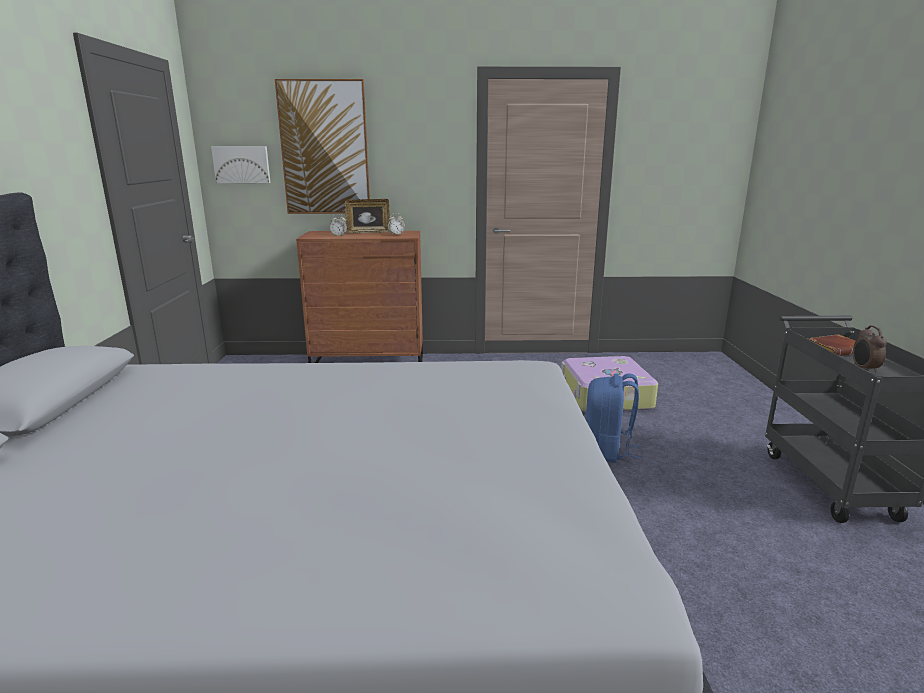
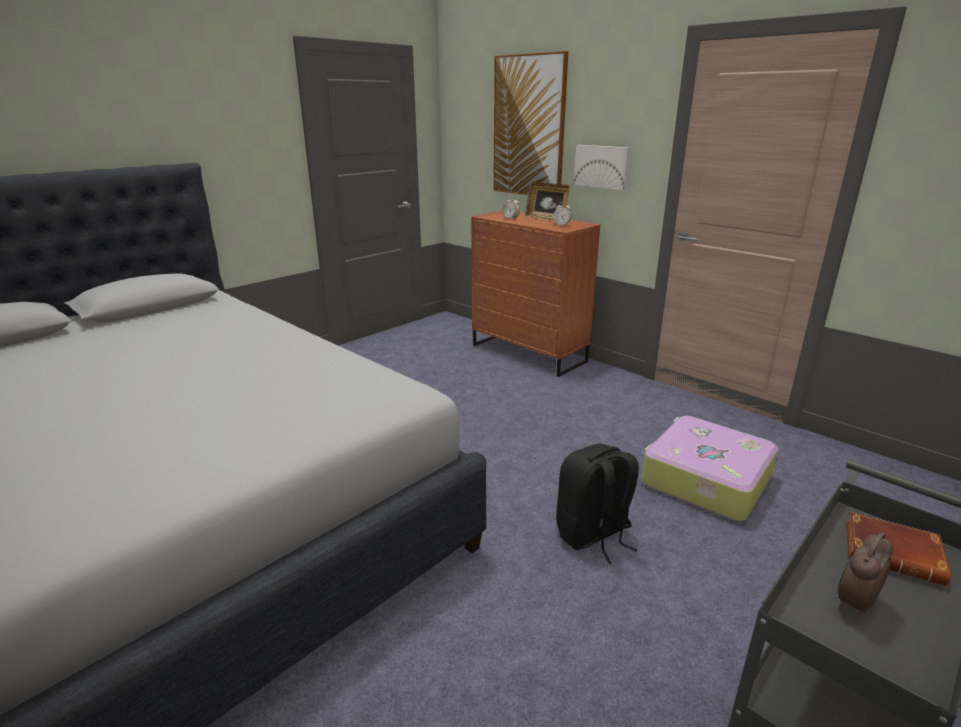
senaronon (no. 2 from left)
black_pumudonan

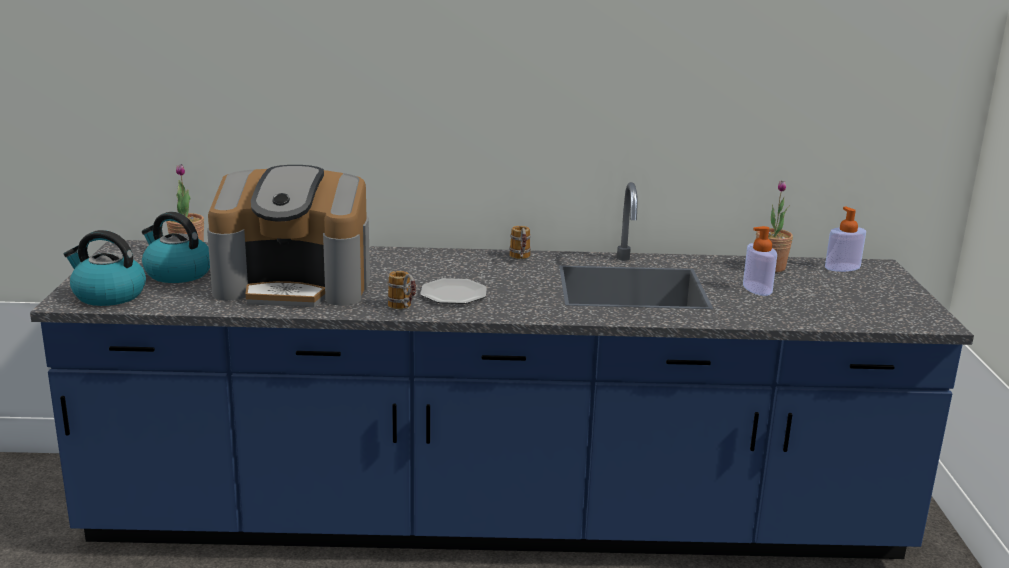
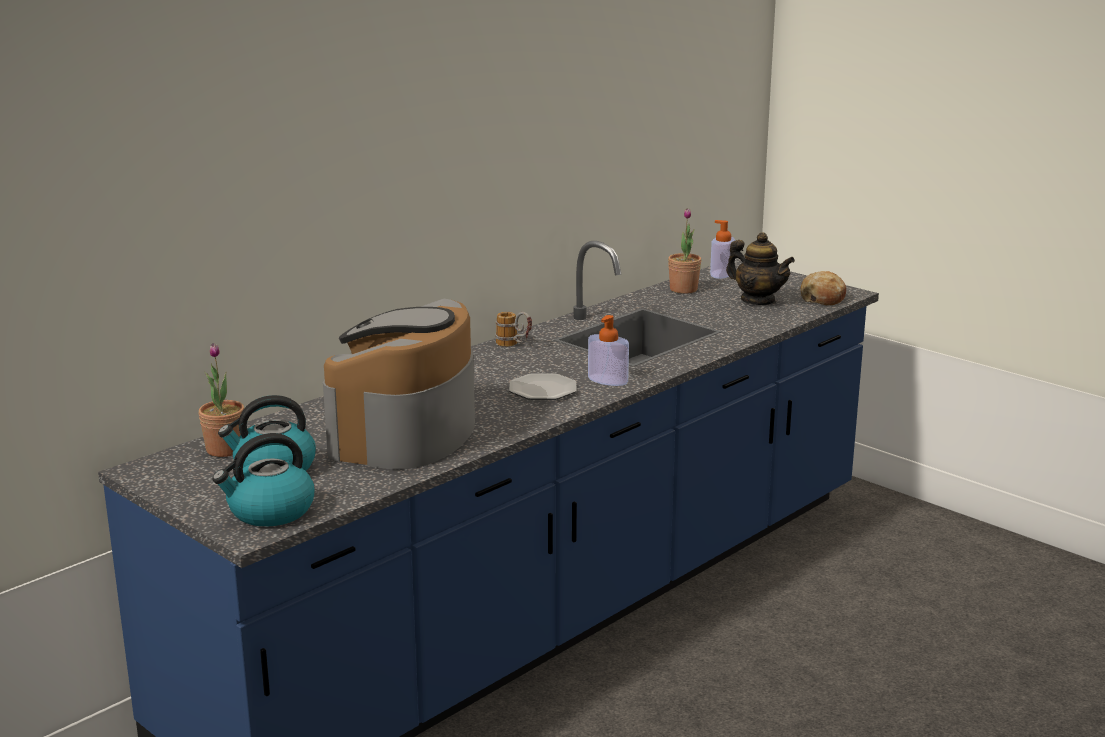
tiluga
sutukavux (no. 1 from left)
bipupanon (no. 1 from left in the first image)
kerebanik
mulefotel

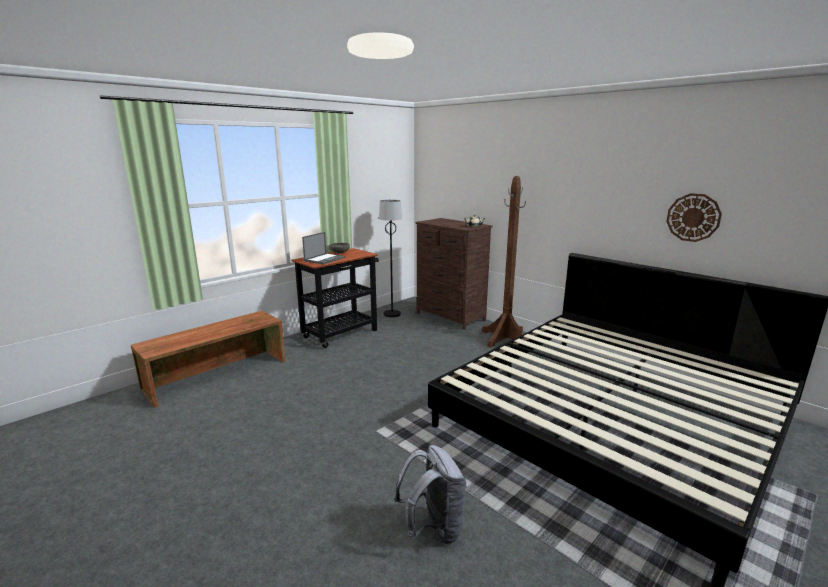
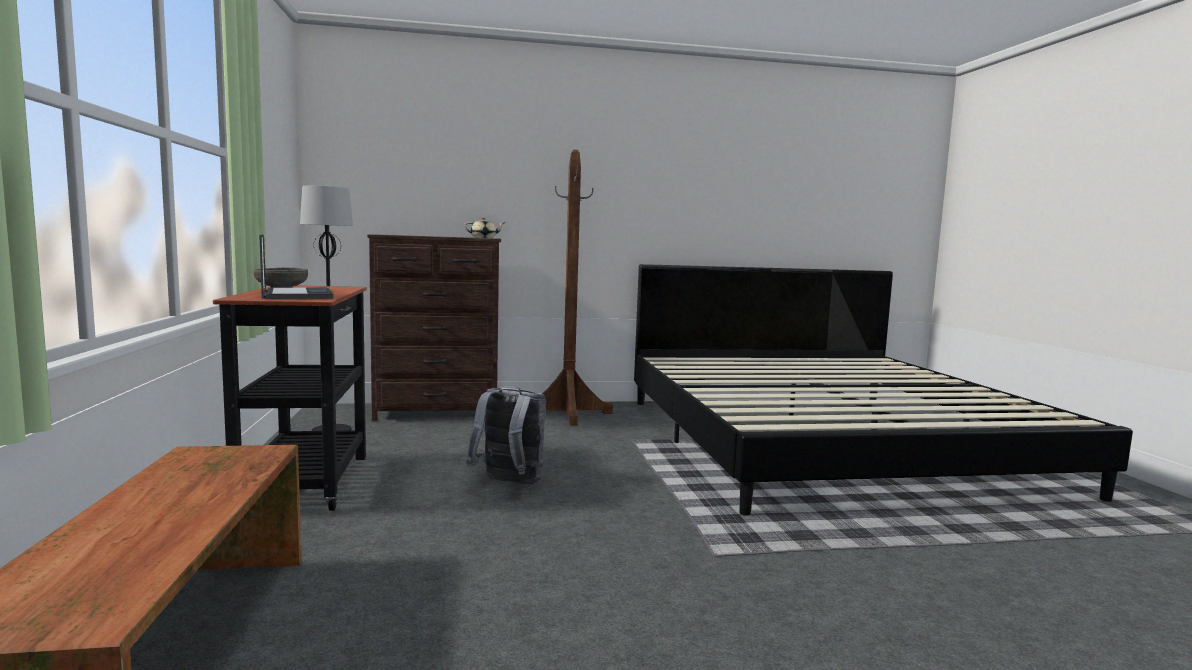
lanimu
grey_pumudonan

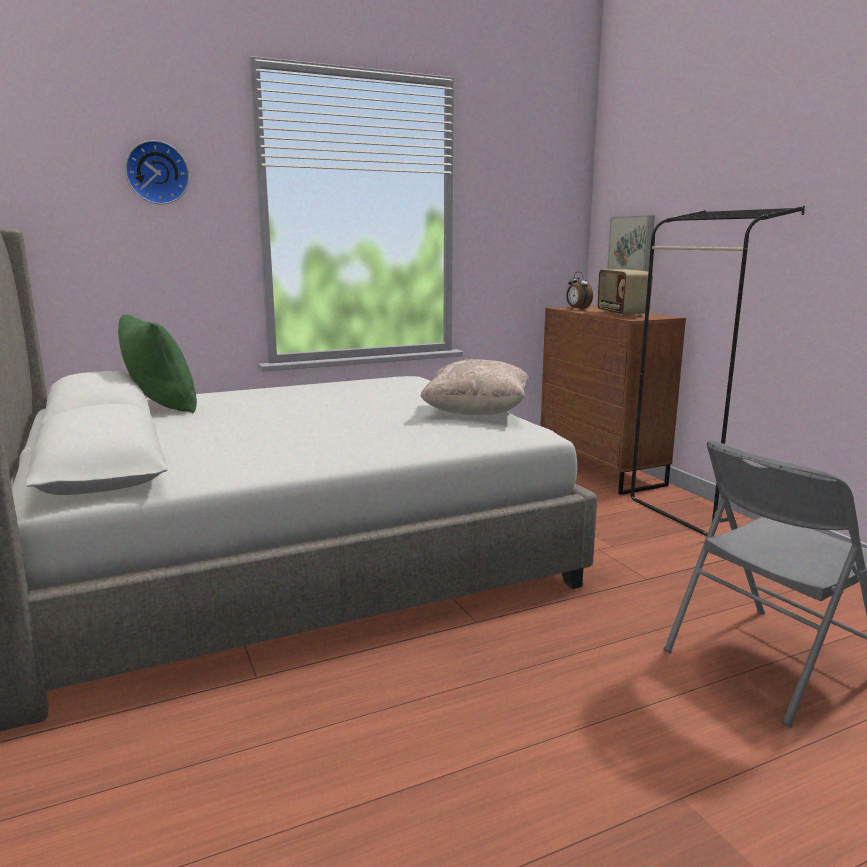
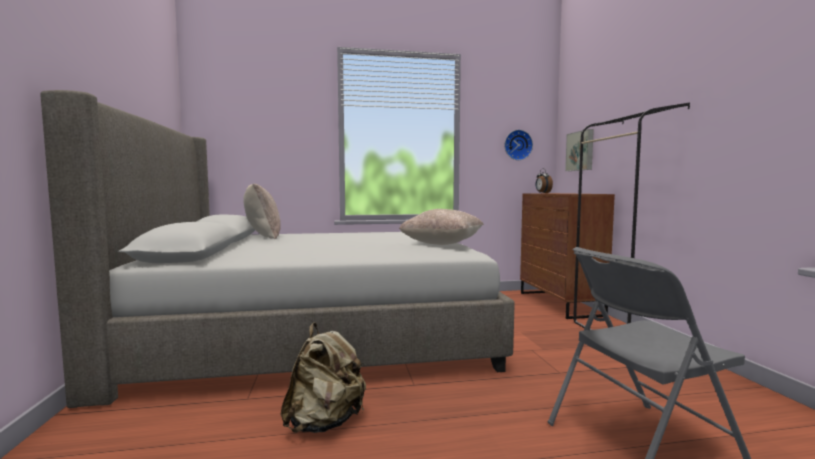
lanimu
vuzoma
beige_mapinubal (no. 1 from left)
beige_pumudonan

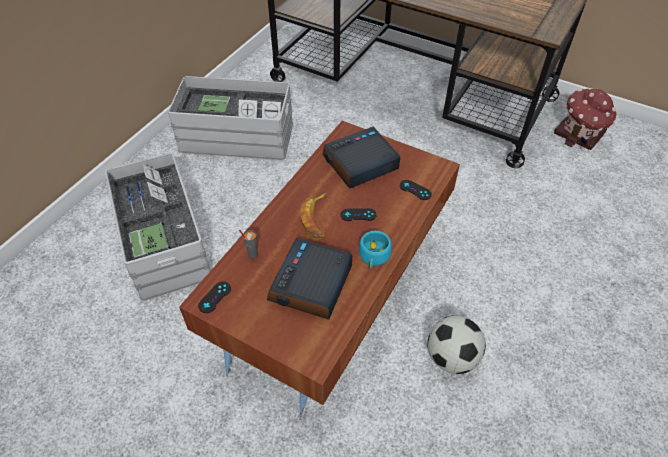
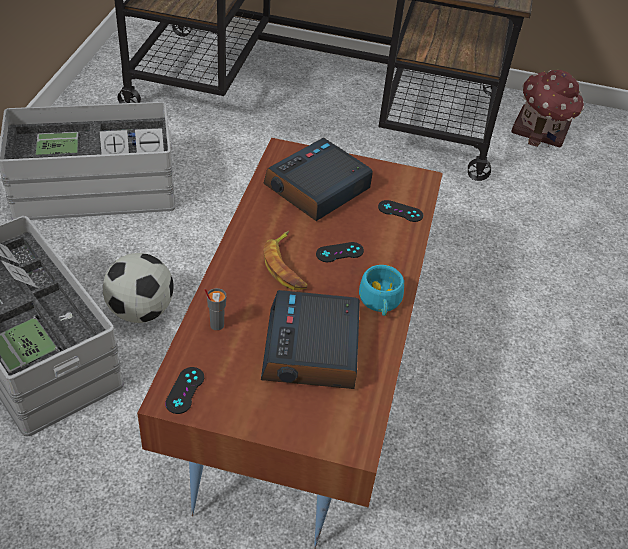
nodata

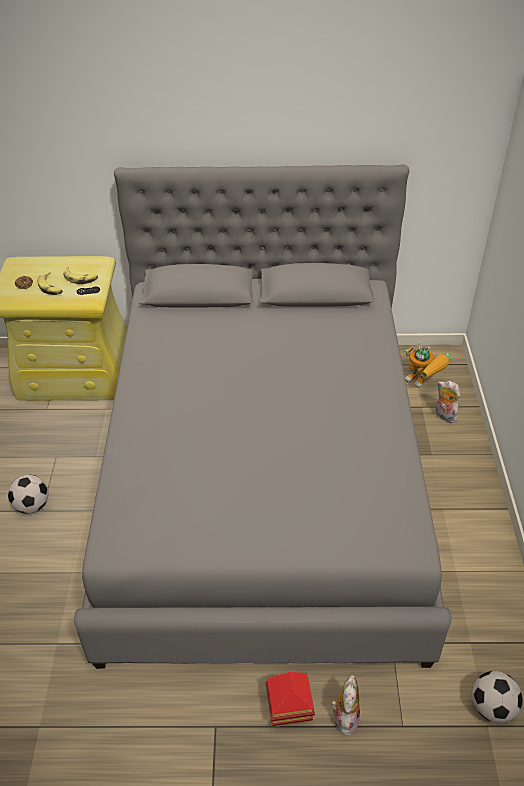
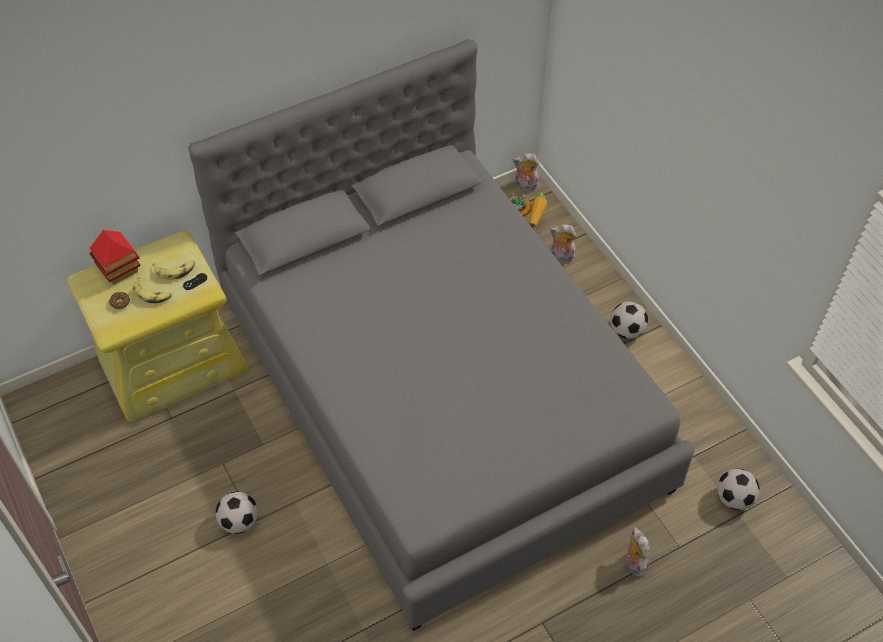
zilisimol
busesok (no. 1 from left)
nodata (no. 2 from left)

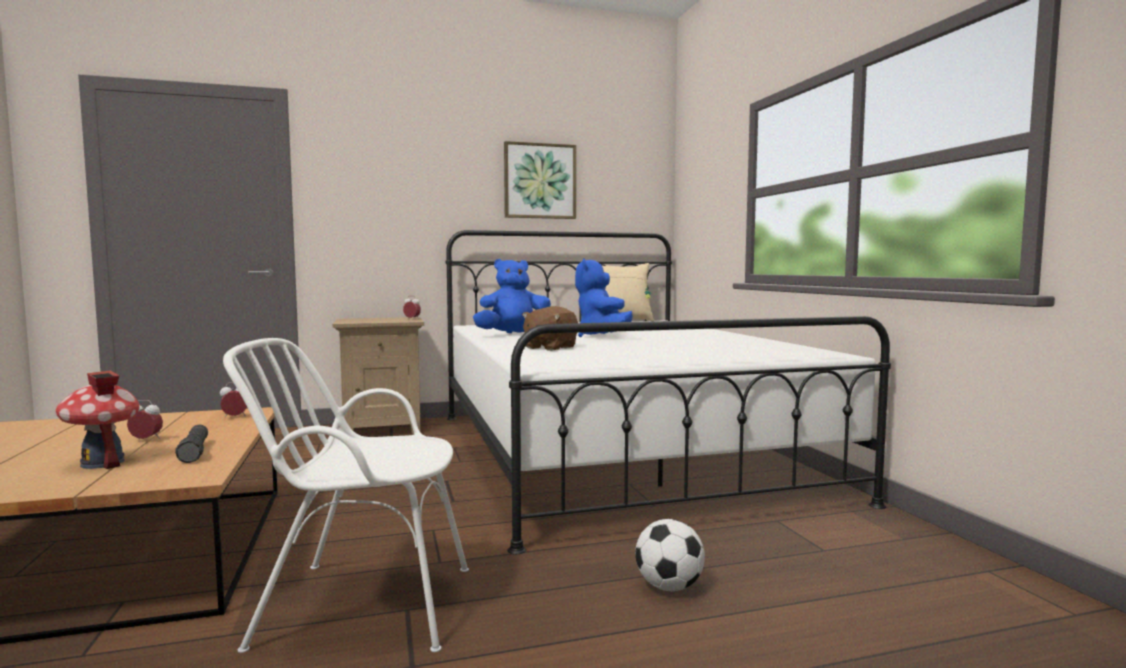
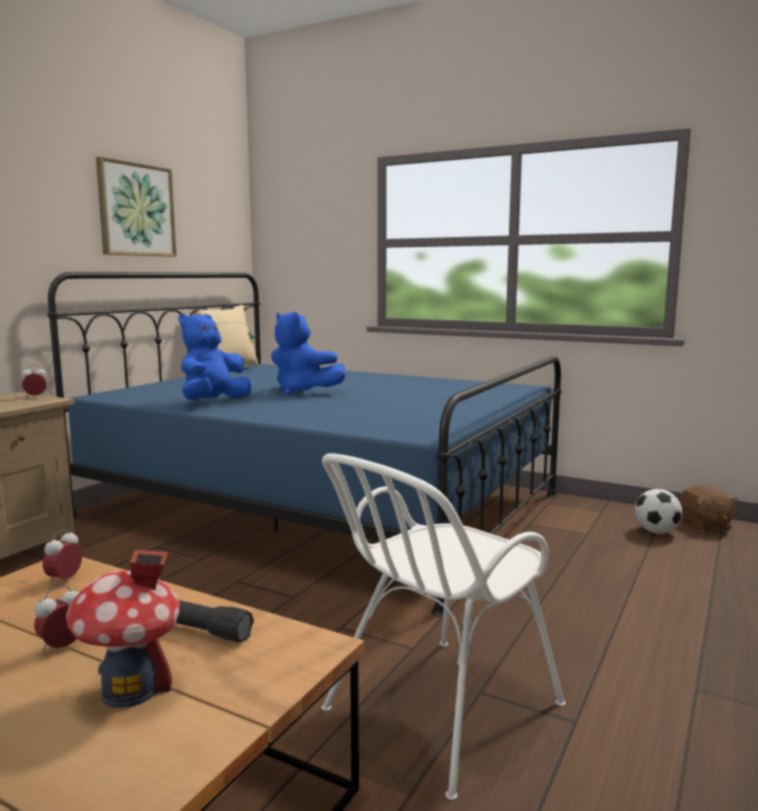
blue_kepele
brown_busesok
nodata

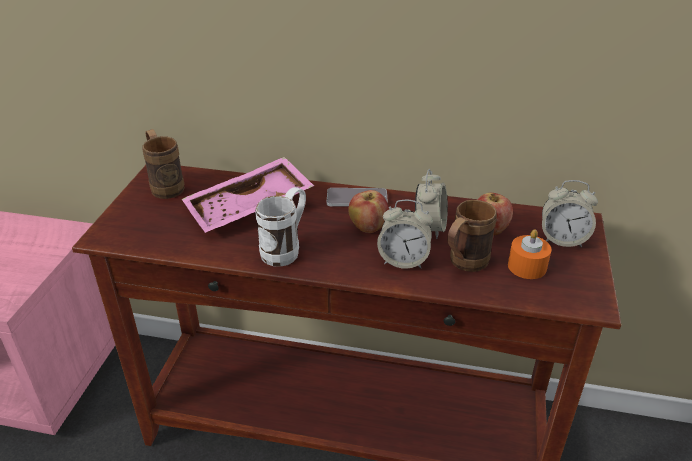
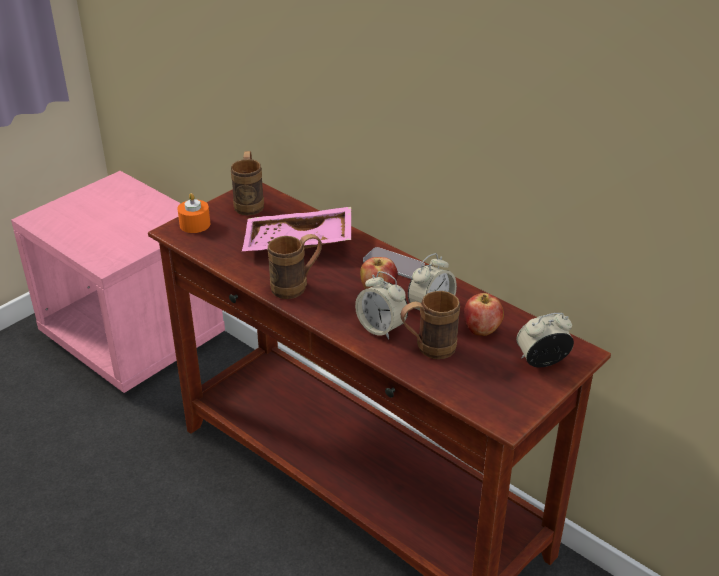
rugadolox (no. 3 from left)
brown_bipupanon (no. 2 from left)
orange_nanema

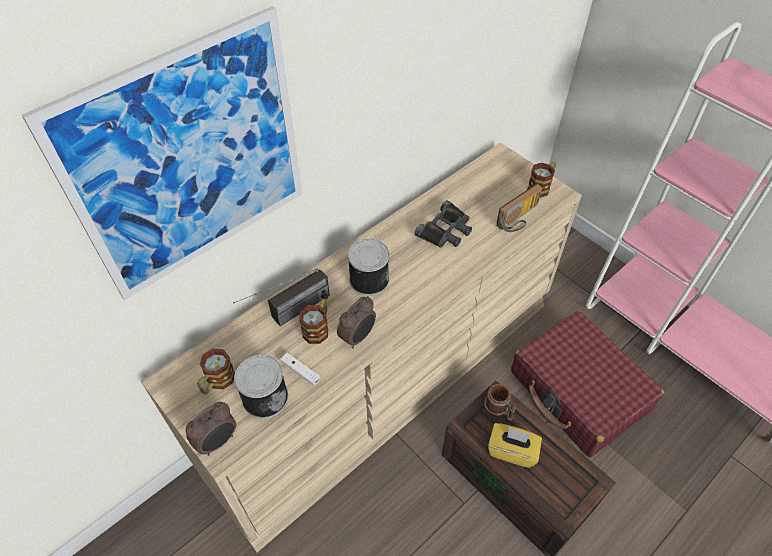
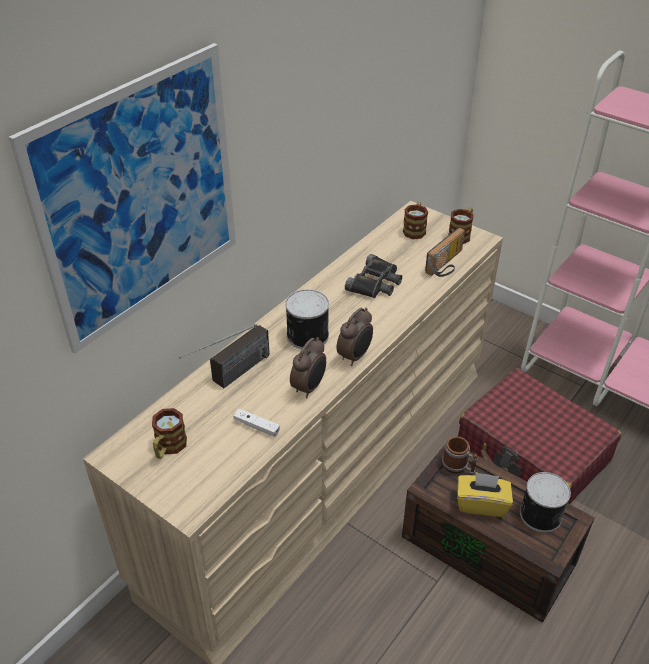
bipupanon (no. 2 from left)
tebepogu (no. 2 from left)
rugadolox (no. 2 from left)

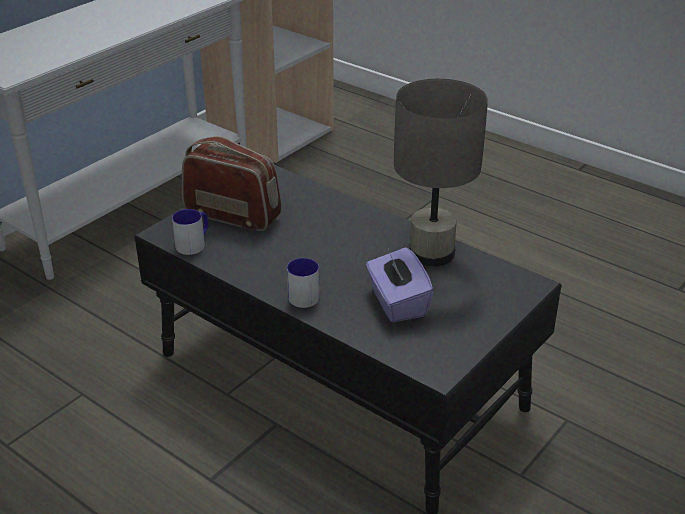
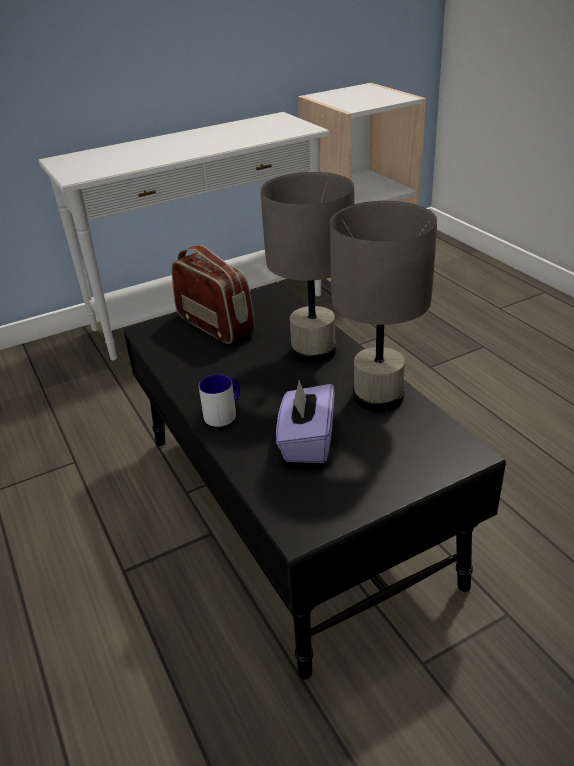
bipupanon (no. 1 from left in the first image)
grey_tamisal (no. 1 from left)

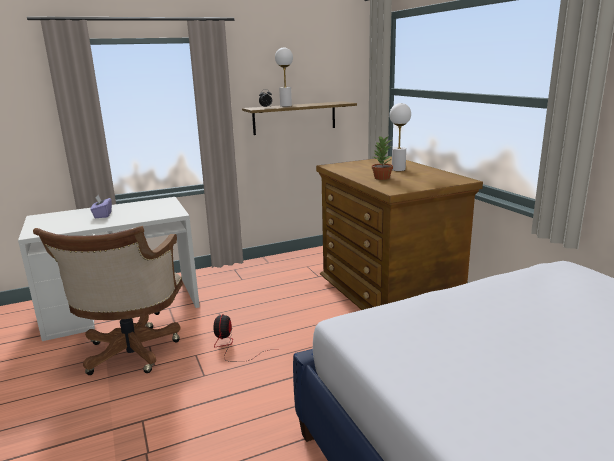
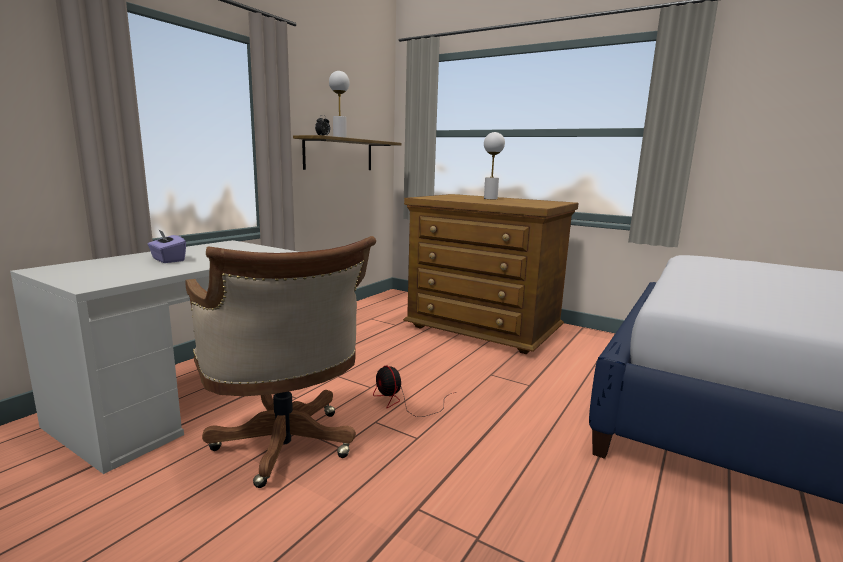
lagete

